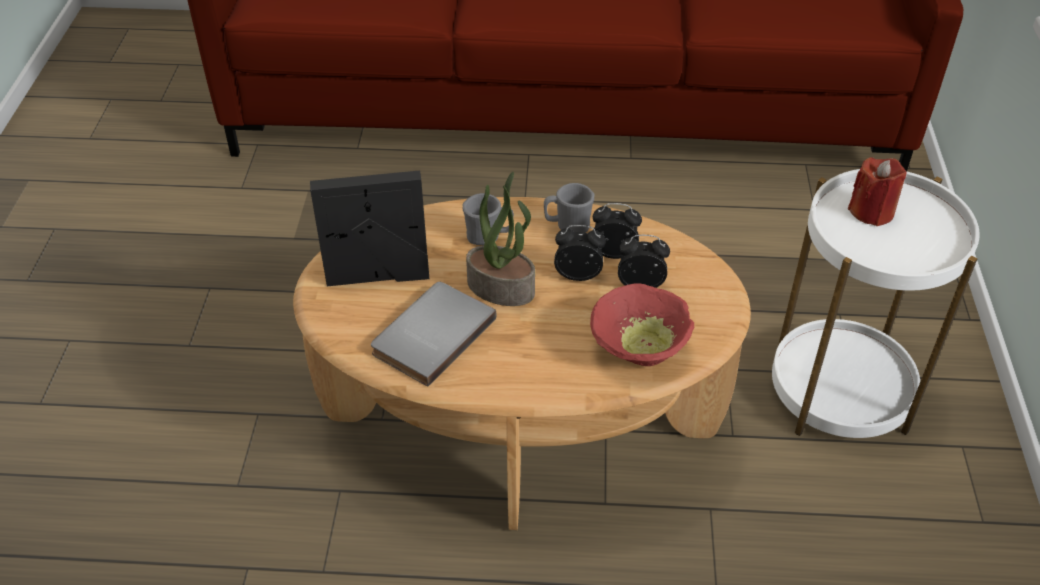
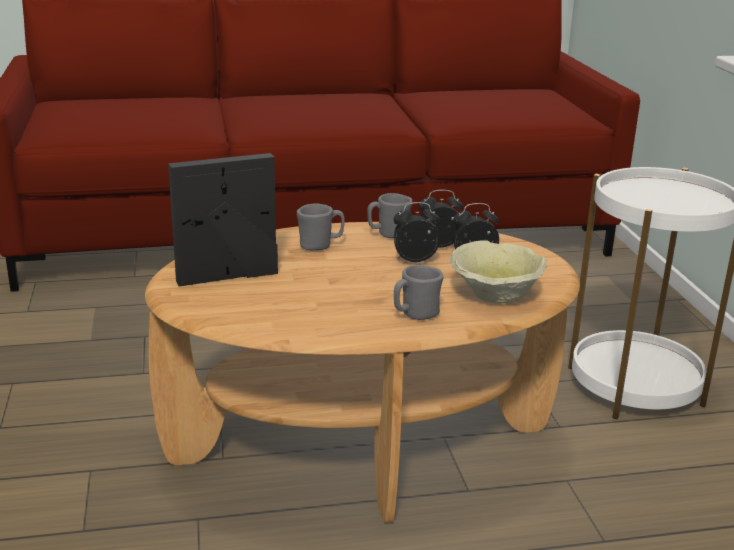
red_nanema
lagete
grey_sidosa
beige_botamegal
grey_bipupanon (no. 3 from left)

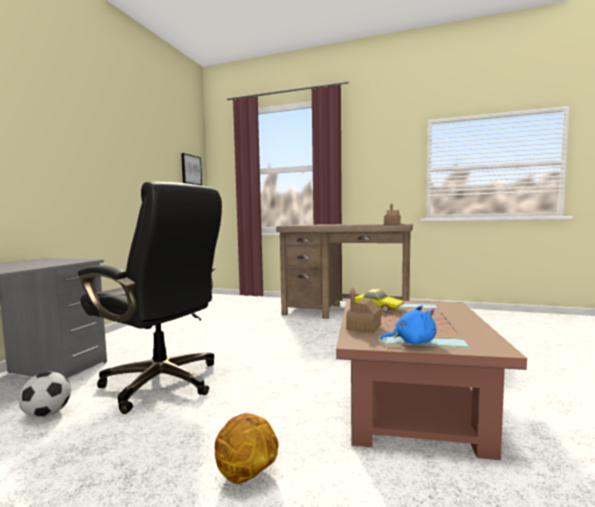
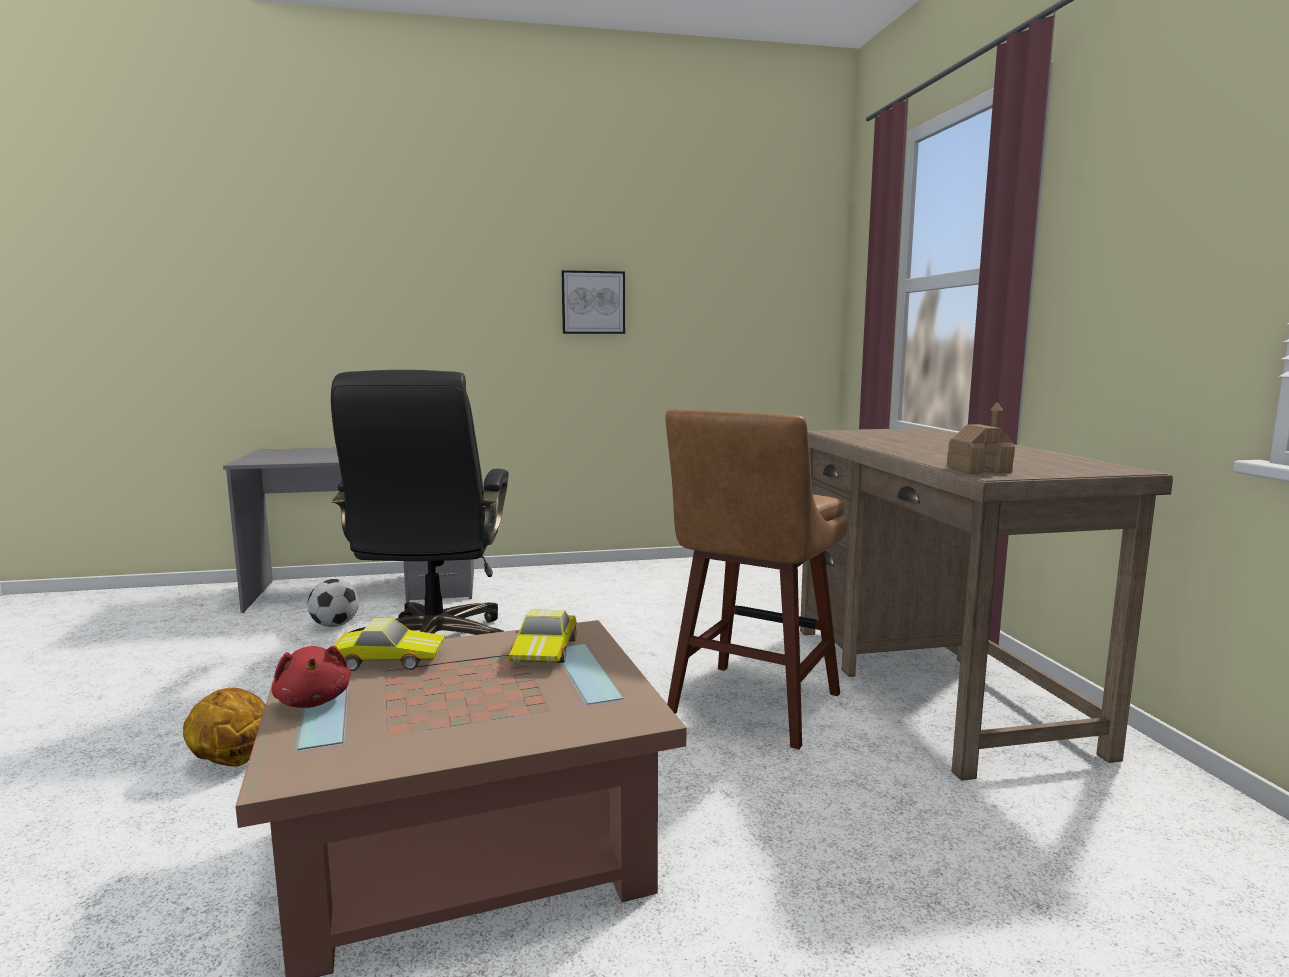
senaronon
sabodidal (no. 1 from left)
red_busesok
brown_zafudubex

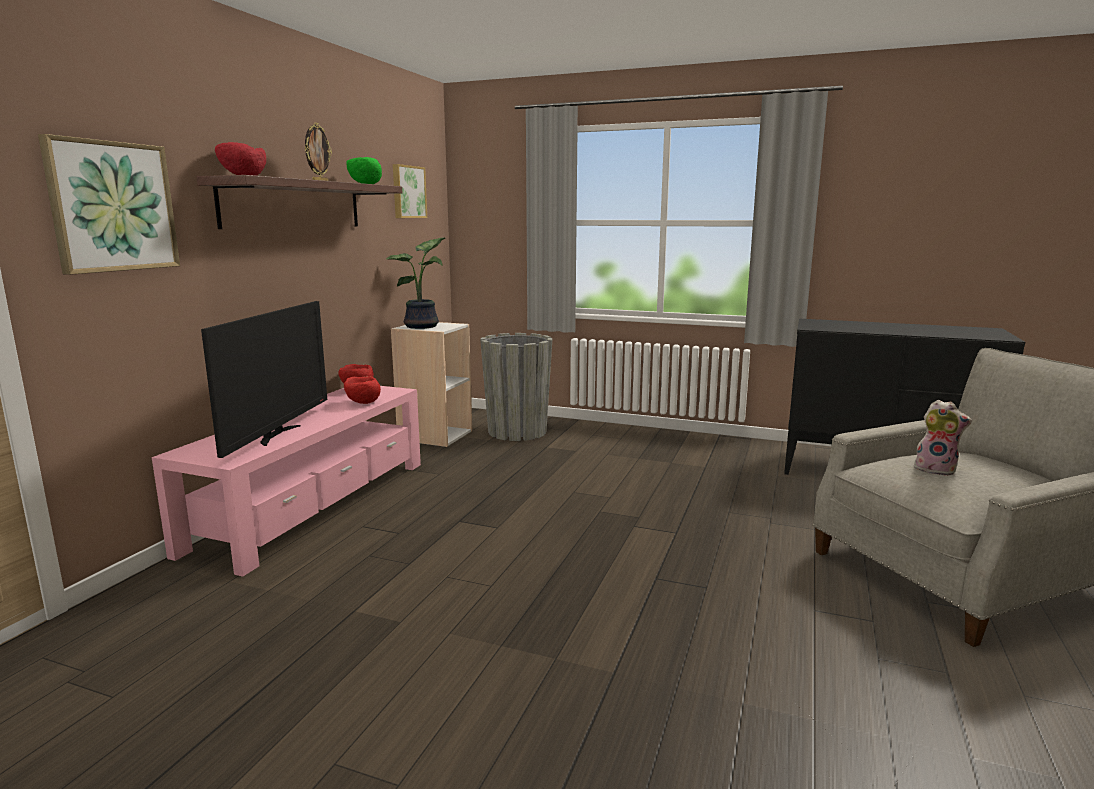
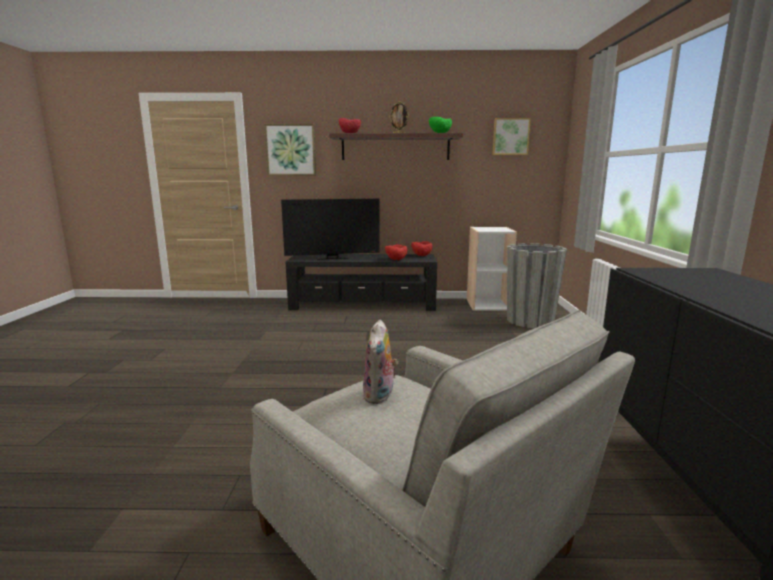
lagete
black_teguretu

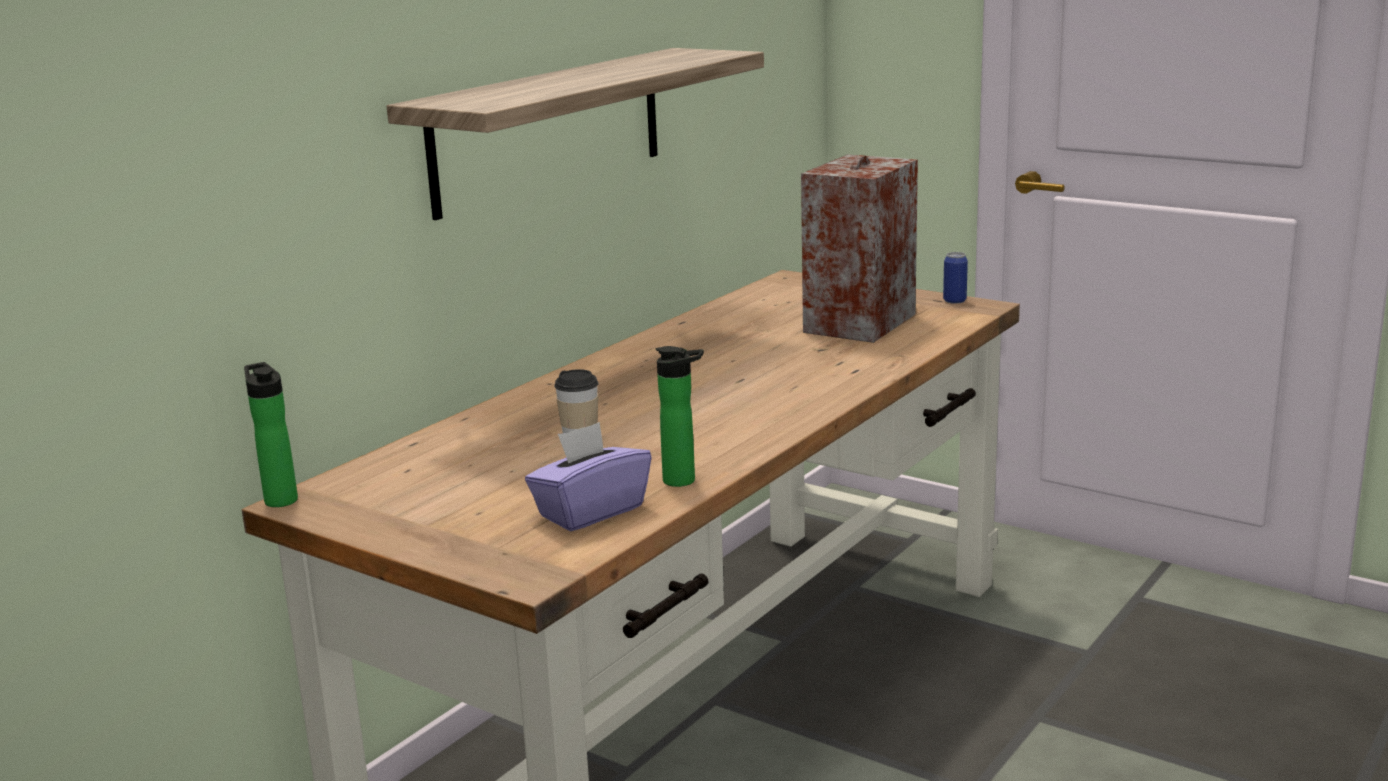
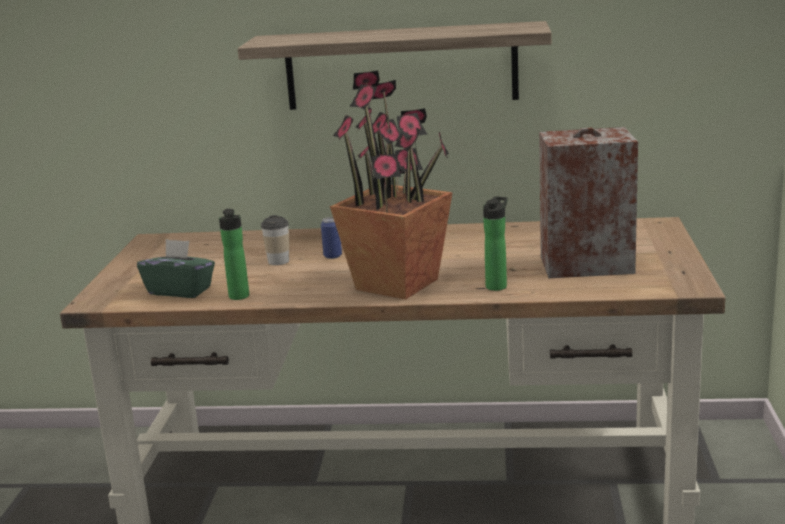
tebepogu
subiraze (no. 2 from left)
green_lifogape
lagete

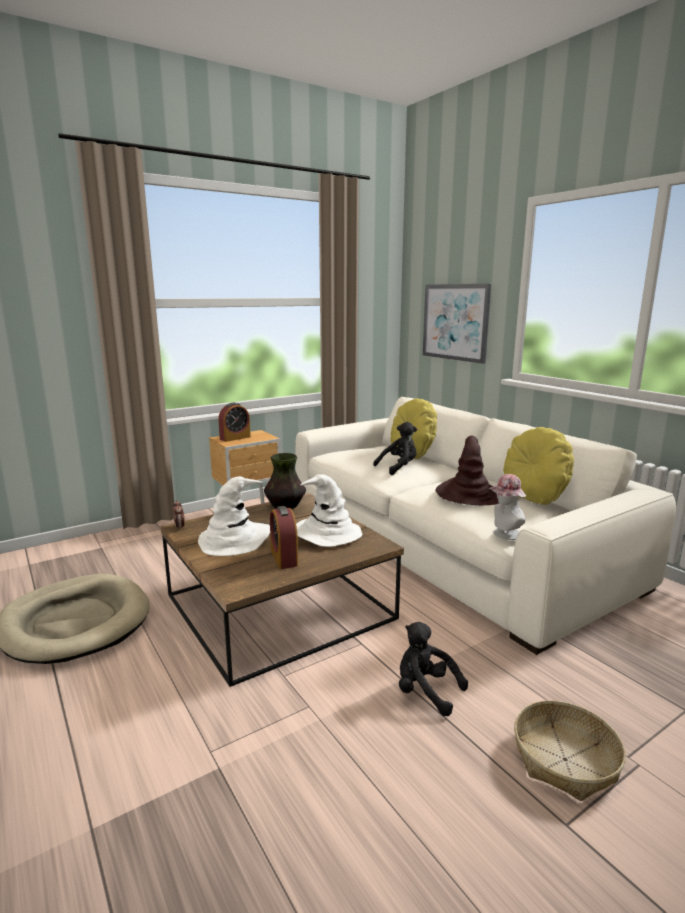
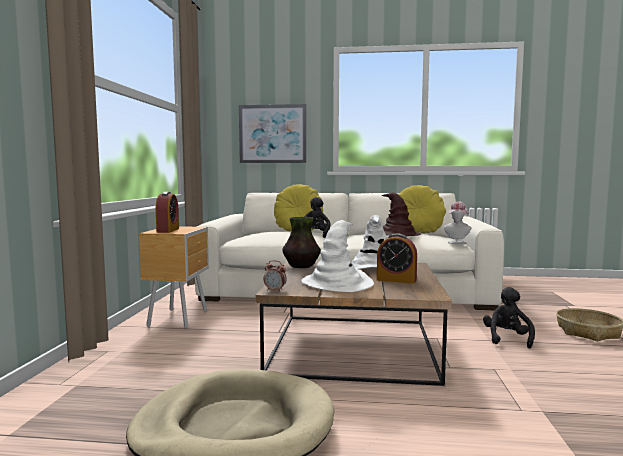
black_busesok (no. 2 from left)

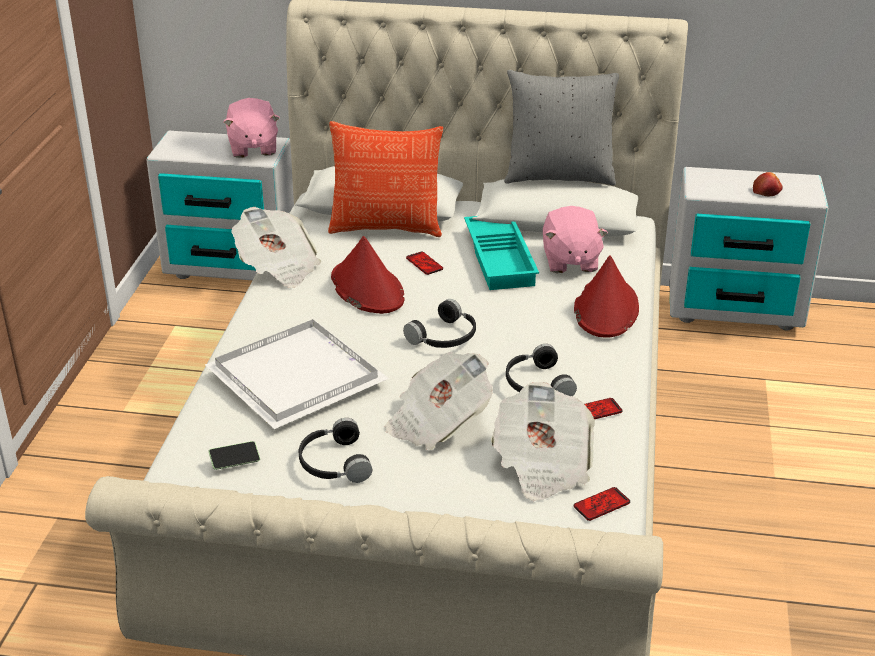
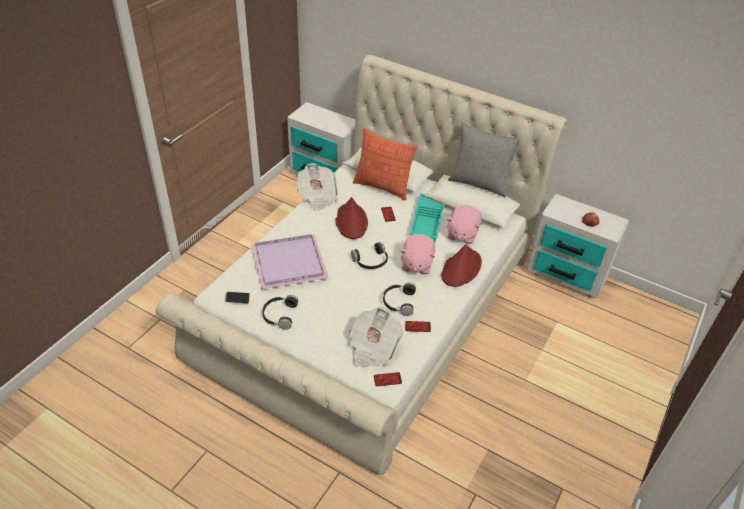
pink_busesok (no. 1 from left)
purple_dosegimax
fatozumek (no. 2 from left in the first image)

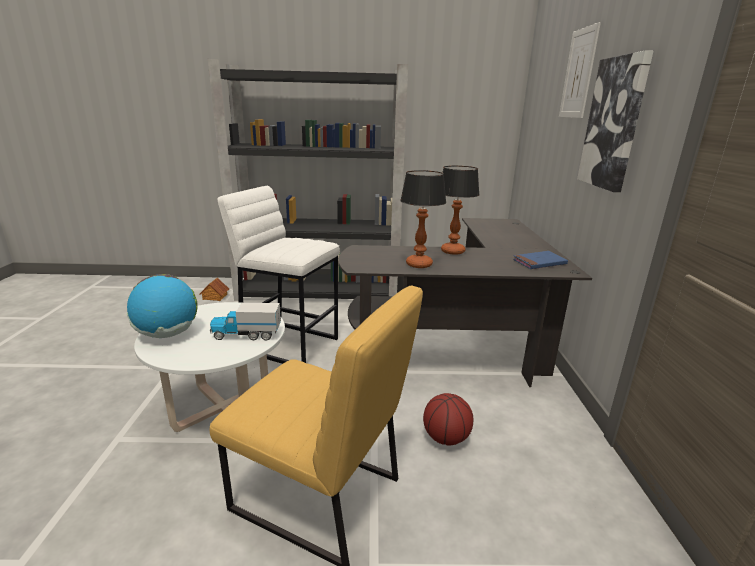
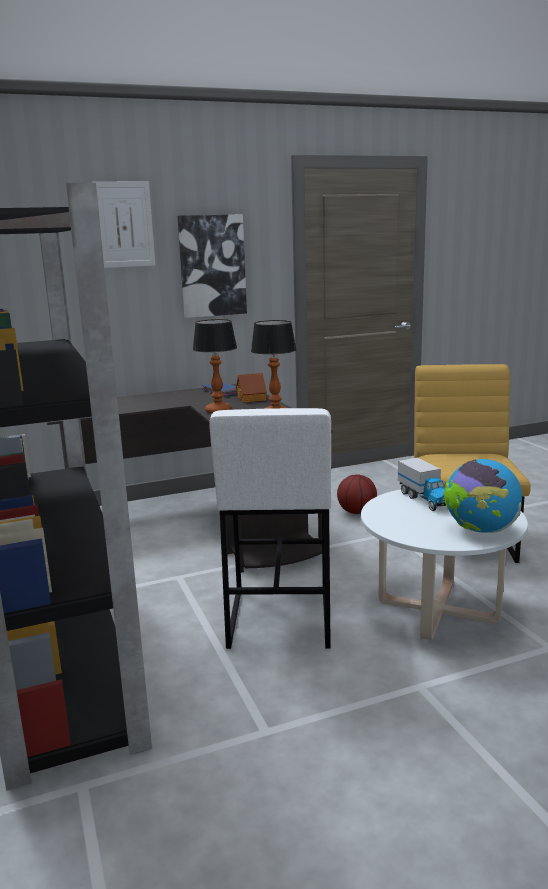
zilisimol

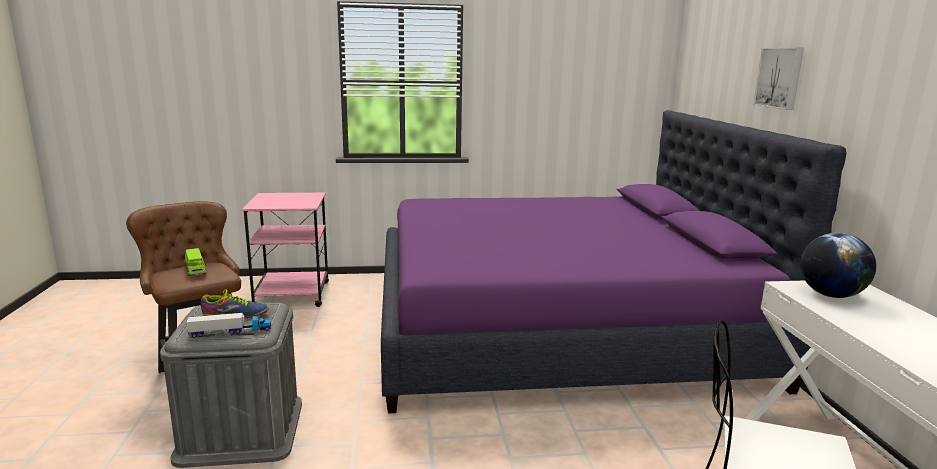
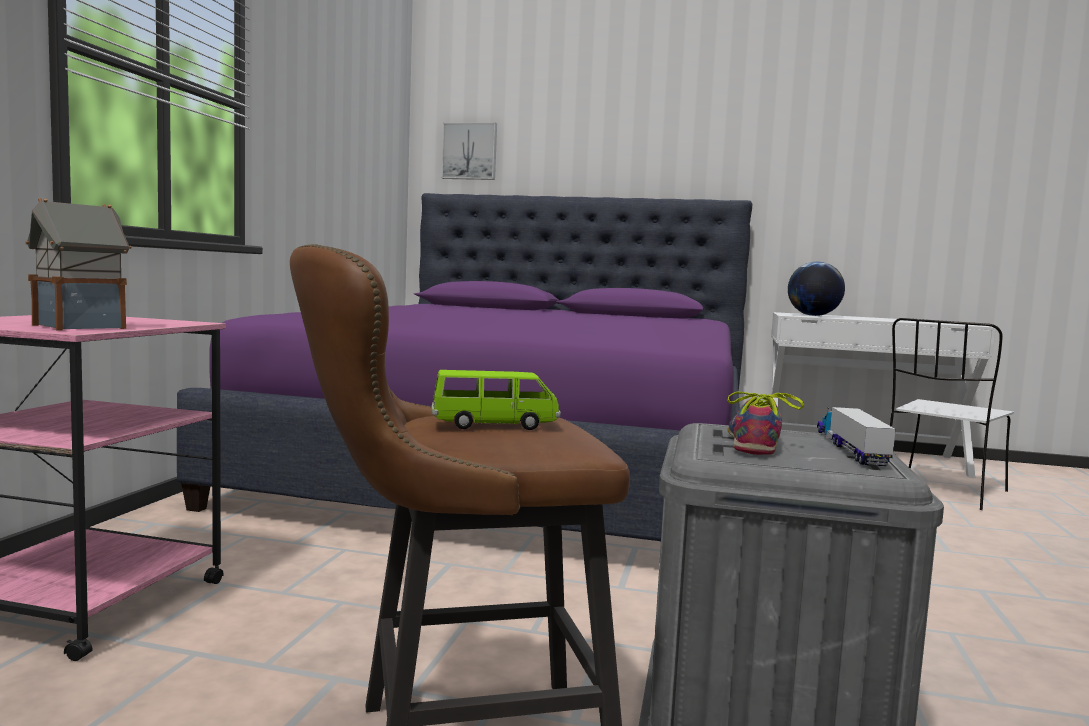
senaronon
zilisimol

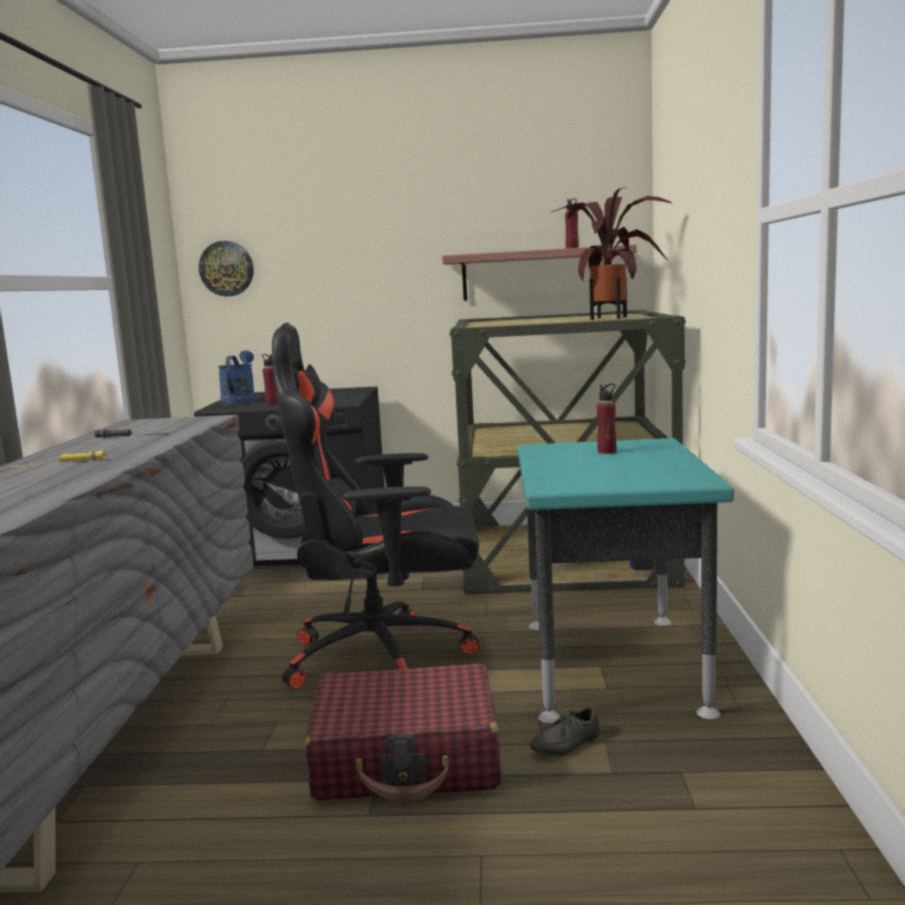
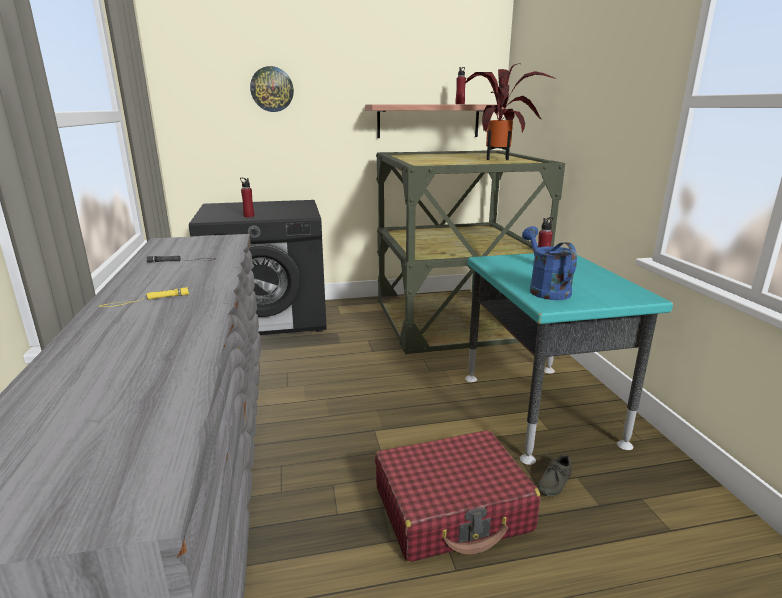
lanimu
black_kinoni
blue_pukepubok

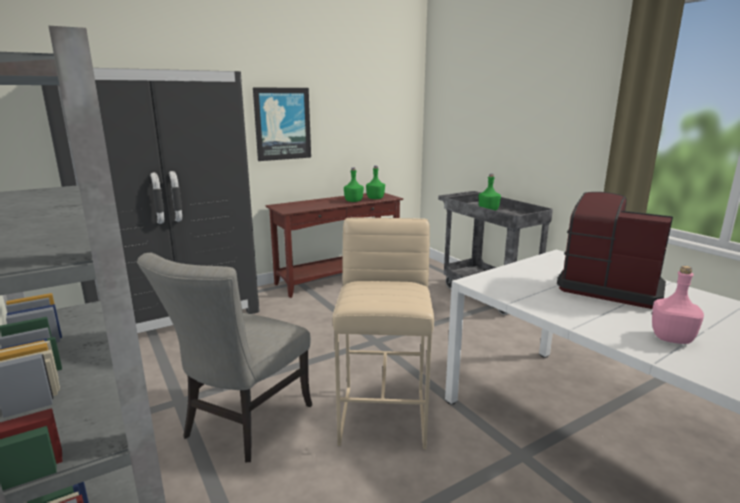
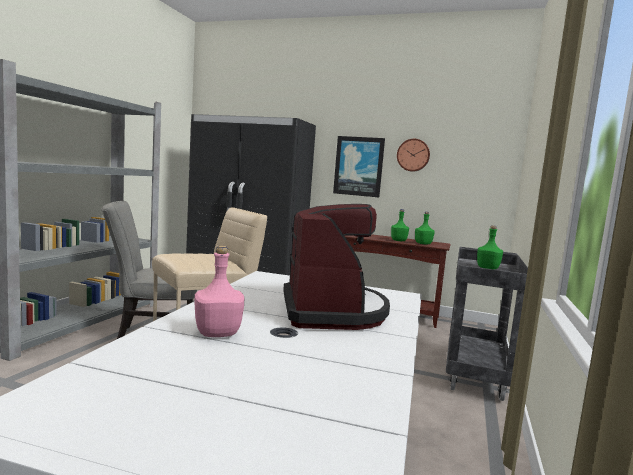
lanimu

